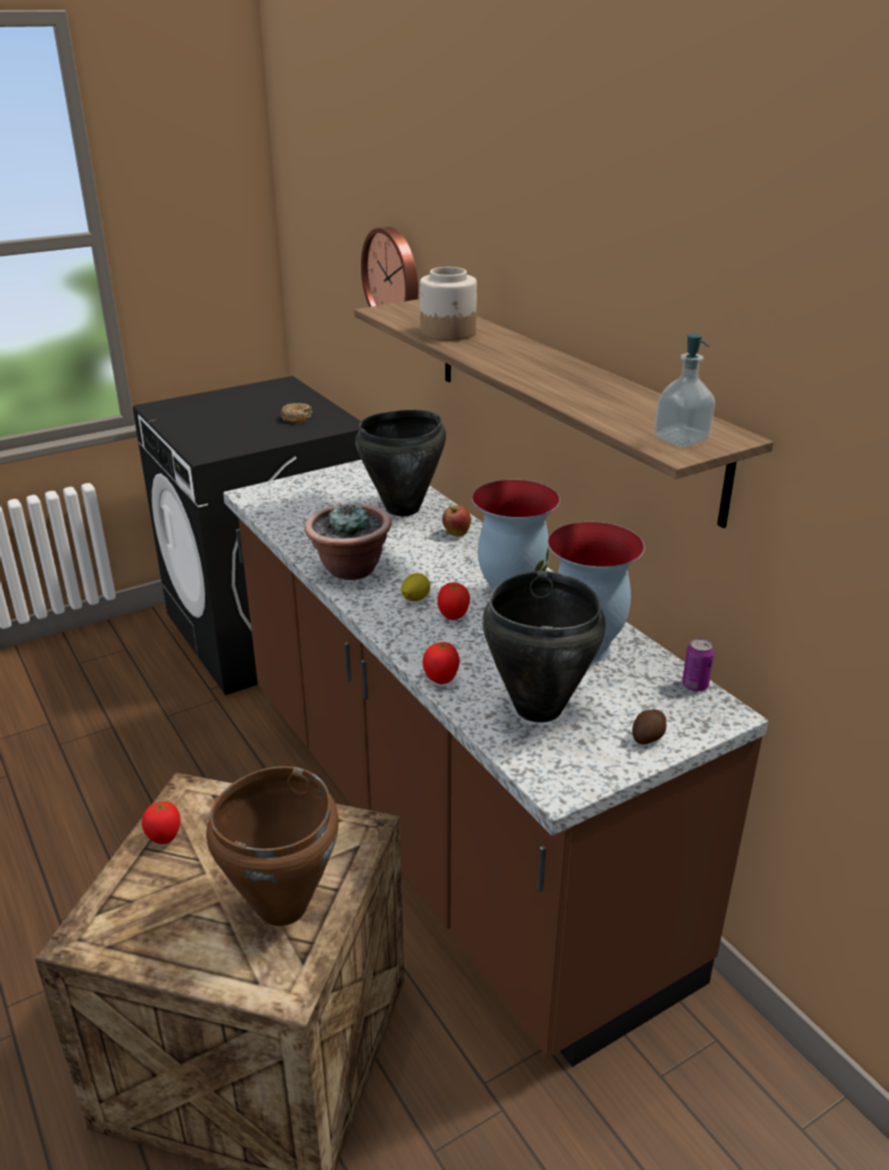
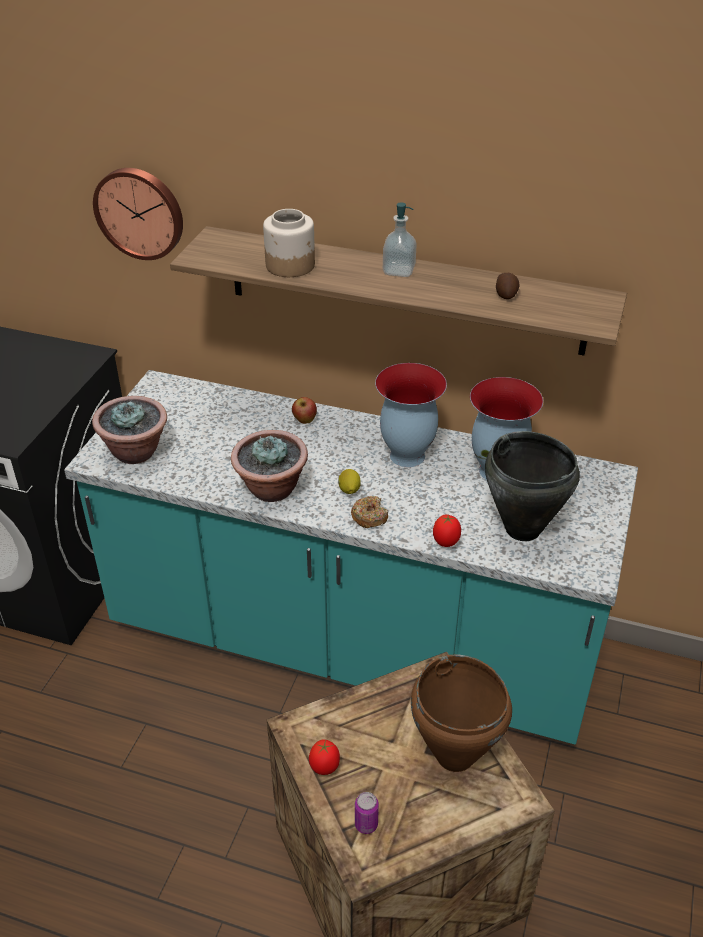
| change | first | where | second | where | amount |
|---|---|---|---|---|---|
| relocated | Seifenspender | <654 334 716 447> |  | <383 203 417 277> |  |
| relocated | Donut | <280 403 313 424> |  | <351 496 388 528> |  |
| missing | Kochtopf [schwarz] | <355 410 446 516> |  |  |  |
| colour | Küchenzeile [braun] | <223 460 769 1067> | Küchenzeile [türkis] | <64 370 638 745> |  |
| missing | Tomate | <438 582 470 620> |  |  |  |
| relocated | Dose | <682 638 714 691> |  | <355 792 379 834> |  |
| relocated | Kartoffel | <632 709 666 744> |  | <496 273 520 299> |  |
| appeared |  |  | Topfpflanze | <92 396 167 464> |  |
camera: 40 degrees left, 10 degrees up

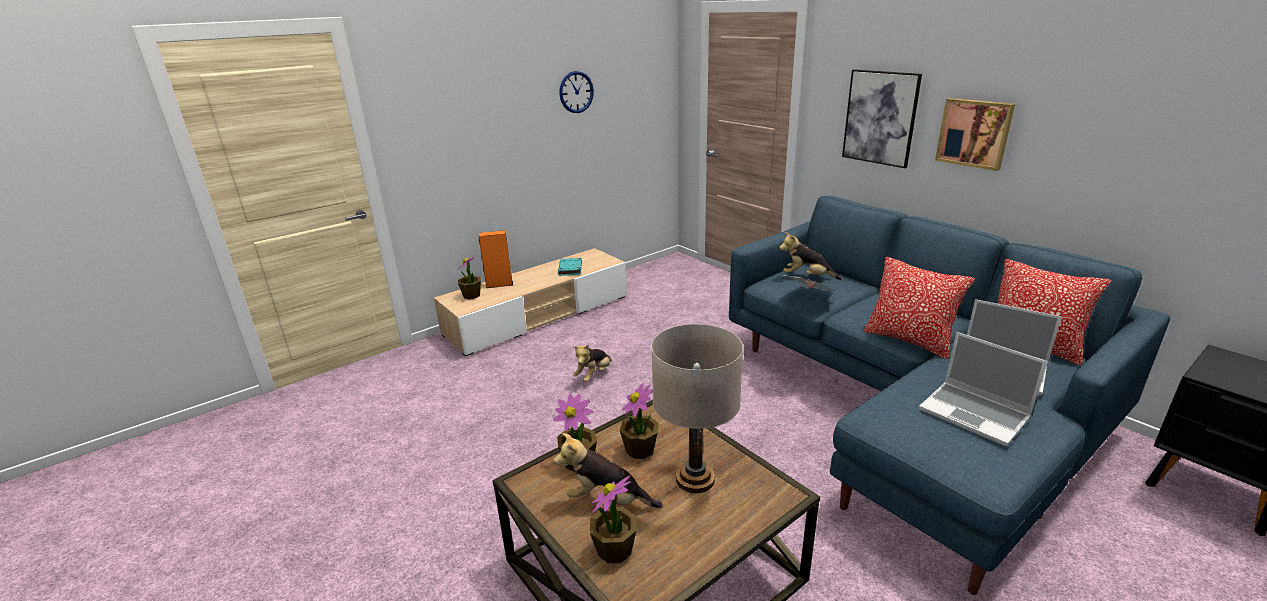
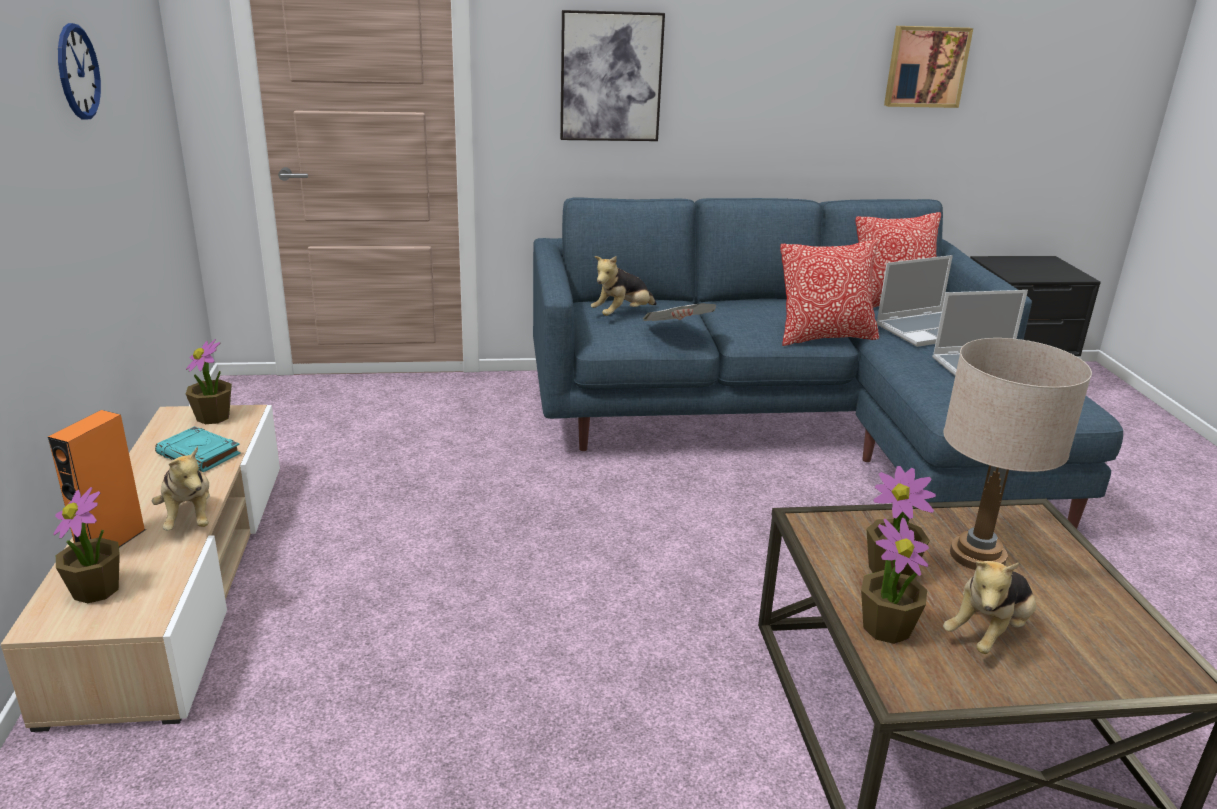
| change | first | where | second | where | amount |
|---|---|---|---|---|---|
| relocated | Bild | <935 98 1015 171> |  | <884 26 973 108> |  |
| relocated | Plüschtier | <573 345 612 382> |  | <152 446 210 531> |  |
| relocated | Topfpflanze | <590 476 636 563> |  | <186 339 232 424> |  |
camera: 60 degrees left, 0 degrees up

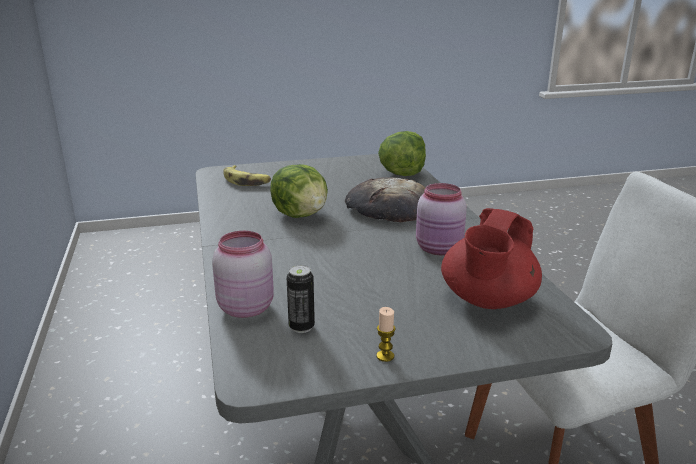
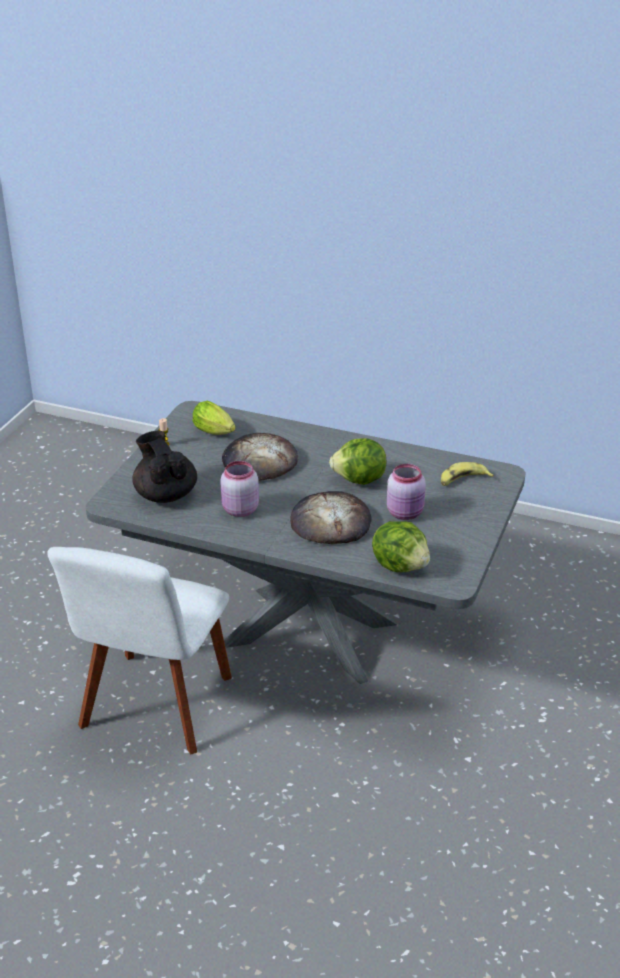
| change | first | where | second | where | amount |
|---|---|---|---|---|---|
| colour | Teekanne [rot] | <441 208 542 309> | Teekanne [schwarz] | <132 431 197 503> |  |
| relocated | Vorratsglas [rosa] | <212 231 274 318> |  | <387 464 426 520> |  |
| exchanged | Dose | <287 265 315 333> | Salatkopf | <193 401 236 435> |  |
| appeared |  |  | Brot | <222 433 298 481> |  |
camera: 125 degrees right, 10 degrees up

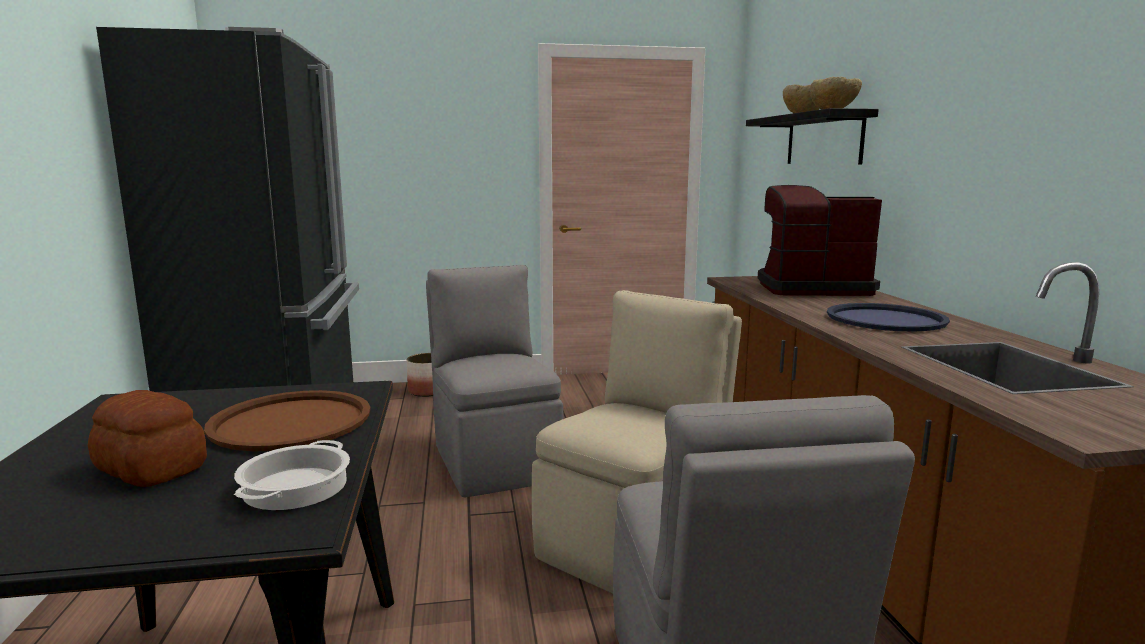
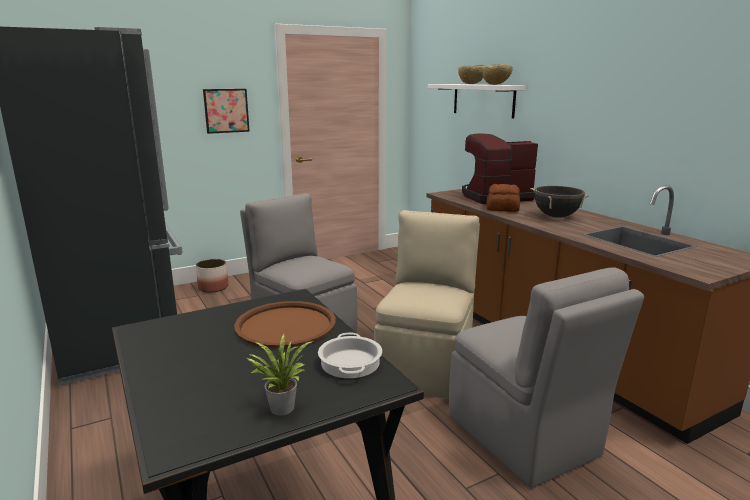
| change | first | where | second | where | amount |
|---|---|---|---|---|---|
| colour | Wandregal [schwarz] | <746 108 879 164> | Wandregal [weiß] | <428 84 525 119> |  |
| exchanged | Tablett [blau] | <827 303 950 331> | Kochtopf [schwarz] | <530 186 590 218> |  |
| relocated | Brot | <88 390 207 487> |  | <487 184 520 212> |  |
| appeared |  |  | Bild | <203 89 250 134> |  |
| appeared |  |  | Topfpflanze | <247 334 313 416> |  |
camera: 20 degrees left, 5 degrees up

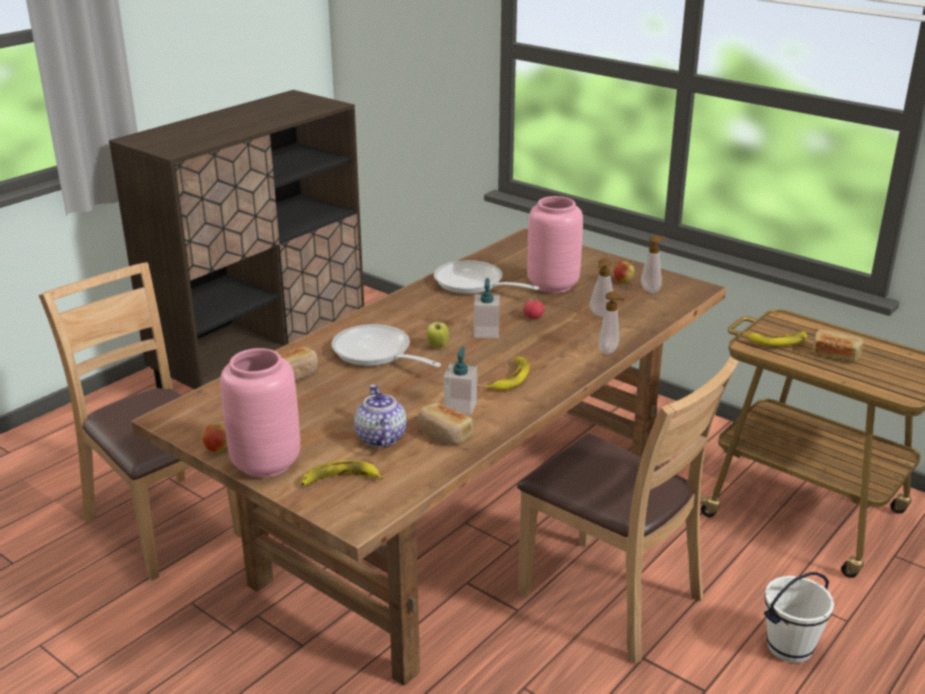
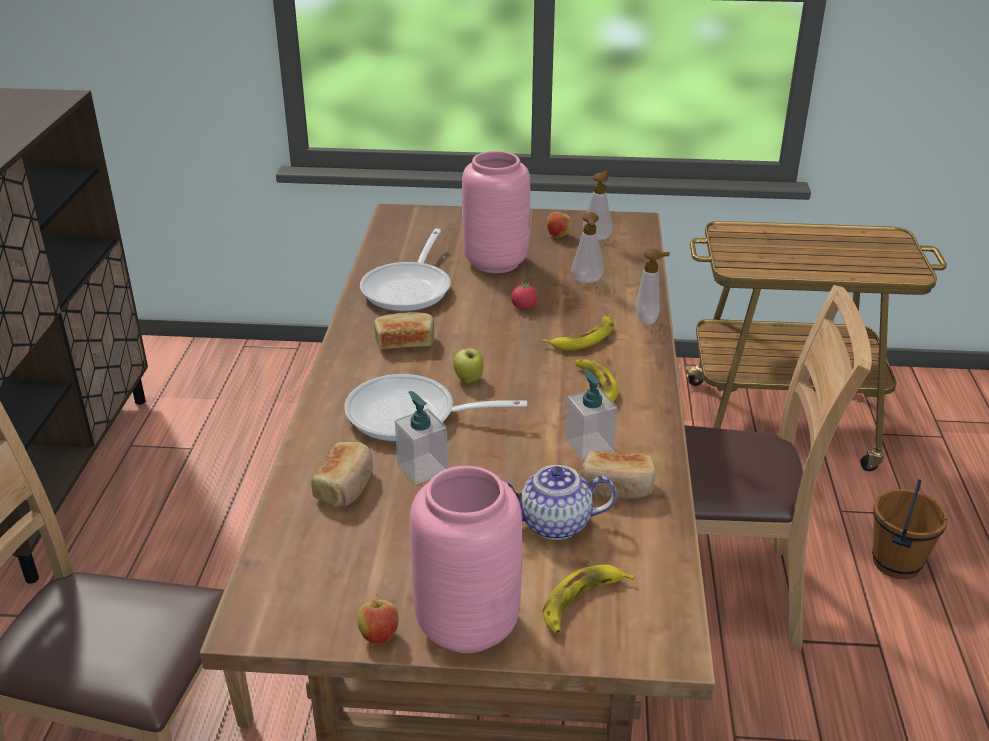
| change | first | where | second | where | amount |
|---|---|---|---|---|---|
| spun | Pfanne | <434 260 539 294> |  | <360 229 451 311> | 75 degrees counterclockwise |
| relocated | Seifenspender | <474 278 500 338> |  | <395 391 448 485> |  |
| relocated | Brot | <813 330 863 362> |  | <374 313 434 349> |  |
| relocated | Banane | <743 331 807 346> |  | <543 315 614 350> |  |
| spun | Teekanne | <354 384 407 448> |  | <503 465 617 540> | 45 degrees counterclockwise |
| colour | Eimer [weiß] | <764 572 834 663> | Eimer [braun] | <872 479 948 579> |  |
camera: 35 degrees left, 5 degrees up

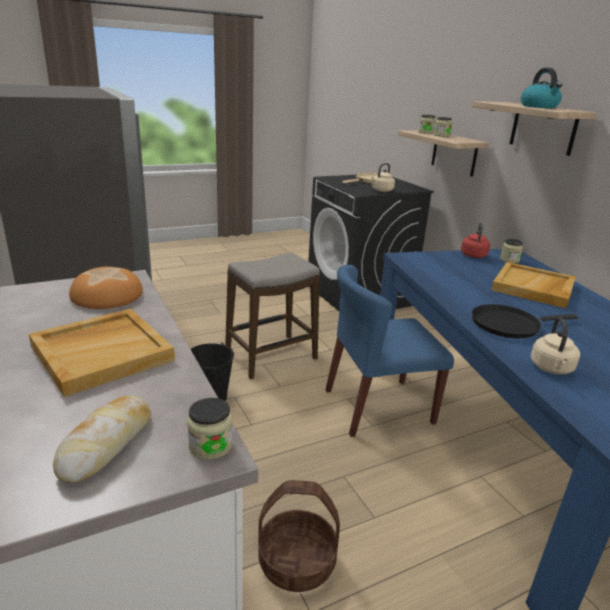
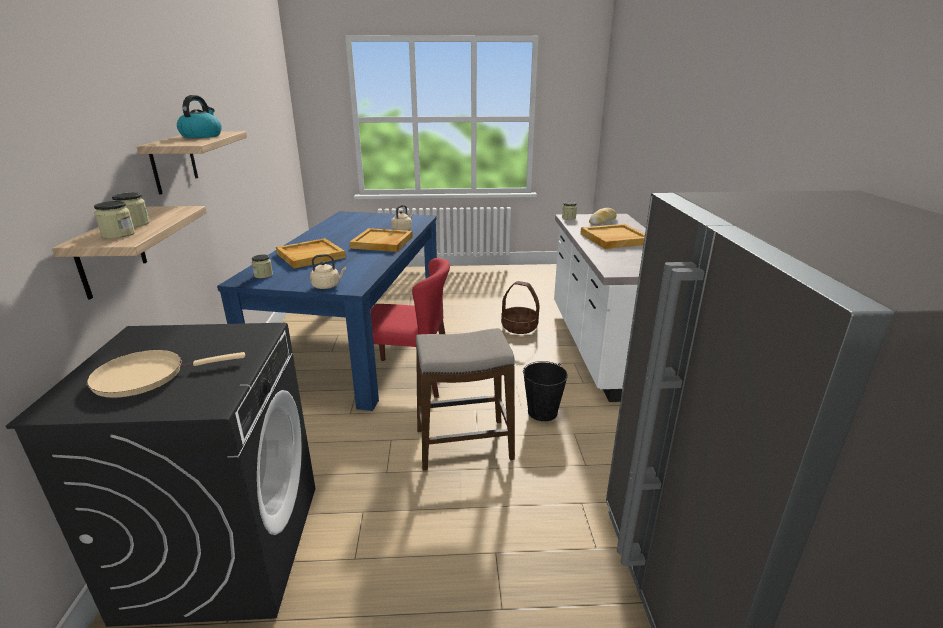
| change | first | where | second | where | amount |
|---|---|---|---|---|---|
| relocated | Wasserkessel [beige] | <371 163 395 192> |  | <310 254 346 289> |  |
| missing | Wasserkessel [rot] | <461 223 490 258> |  |  |  |
| colour | Stuhl [blau] | <326 265 454 437> | Stuhl [rot] | <371 258 450 398> |  |
| missing | Brot | <69 267 143 309> |  |  |  |
| exchanged | Pfanne [schwarz] | <472 304 578 338> | Tablett [beige] | <350 228 413 252> |  |
camera: 155 degrees left, 0 degrees up

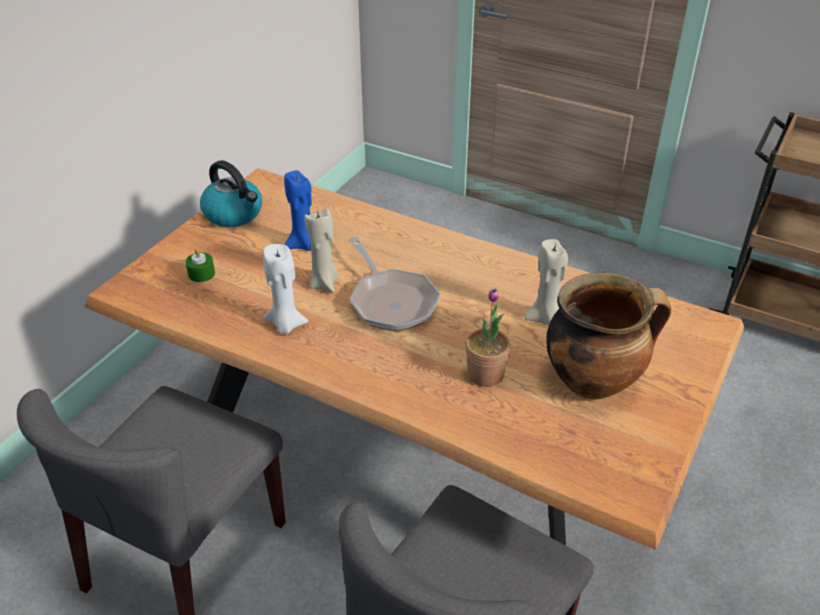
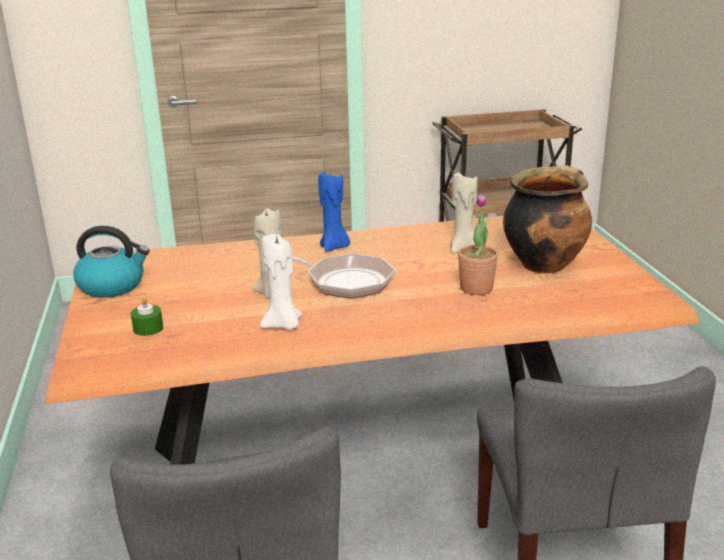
| change | first | where | second | where | amount |
|---|---|---|---|---|---|
| relocated | Kerze [blau] | <284 170 312 251> |  | <318 170 350 252> |  |
camera: 40 degrees left, 15 degrees down

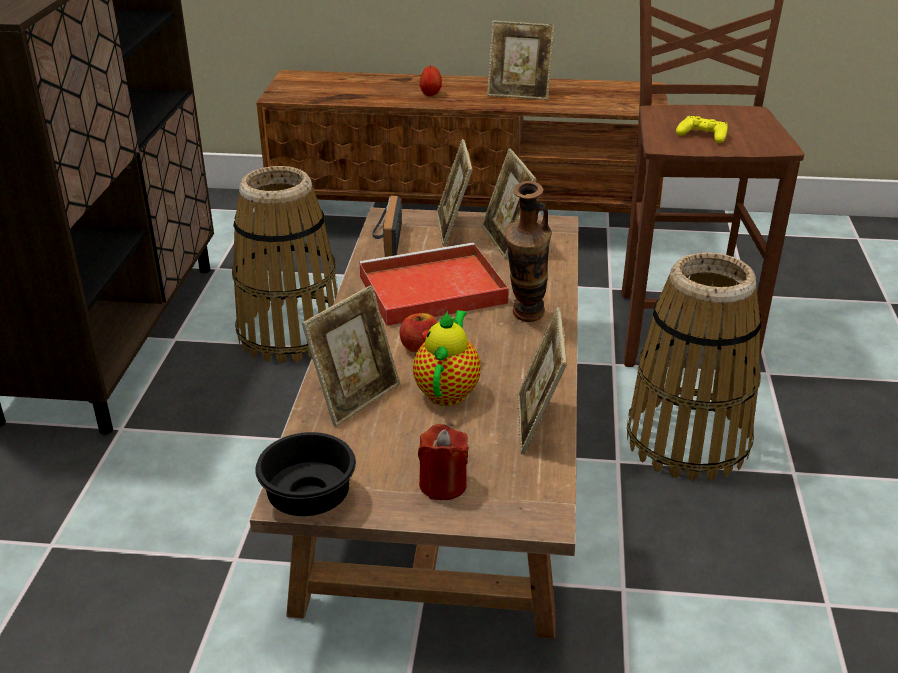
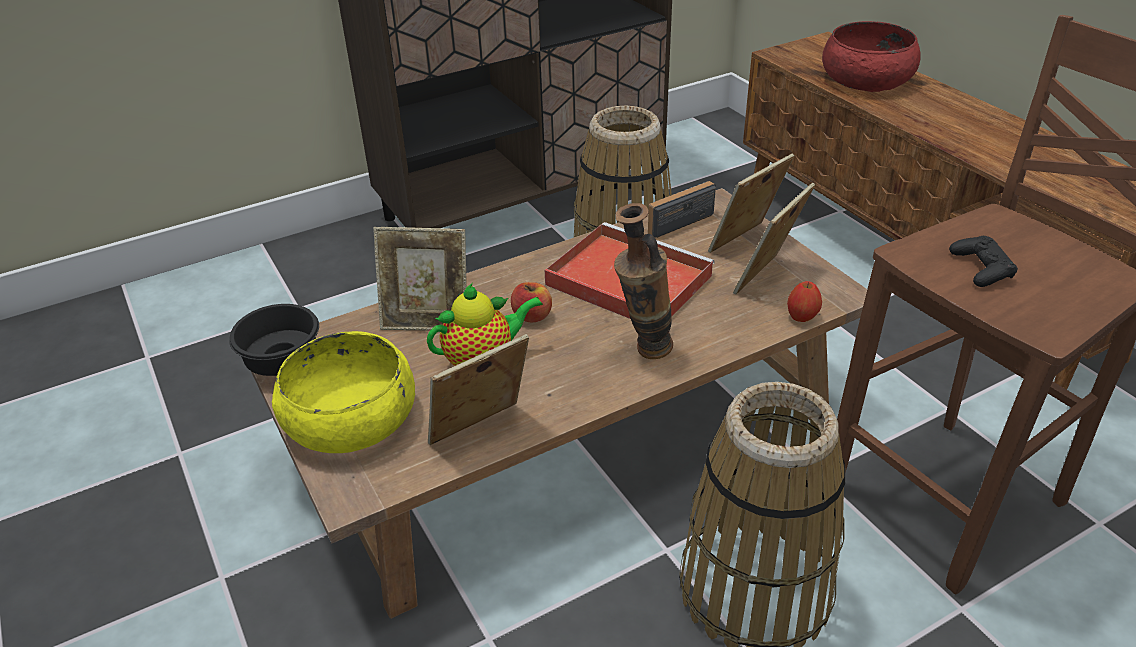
| change | first | where | second | where | amount |
|---|---|---|---|---|---|
| missing | Bilderrahmen | <487 20 555 100> |  |  |  |
| relocated | Apfel | <419 66 442 96> |  | <787 281 822 322> |  |
| colour | Gamepad [gelb] | <676 116 728 143> | Gamepad [schwarz] | <949 236 1018 287> |  |
| exchanged | Kerze [rot] | <418 424 469 500> | Schüssel [gelb] | <272 331 415 453> |  |
| appeared |  |  | Schüssel [rot] | <822 21 921 92> |  |
camera: 55 degrees right, 5 degrees up

